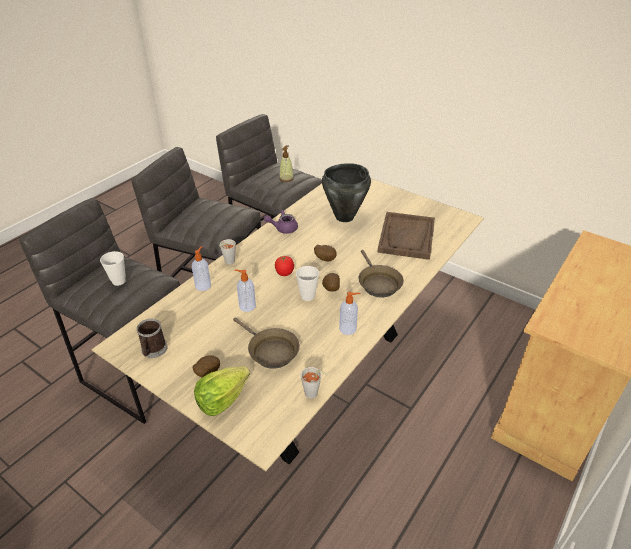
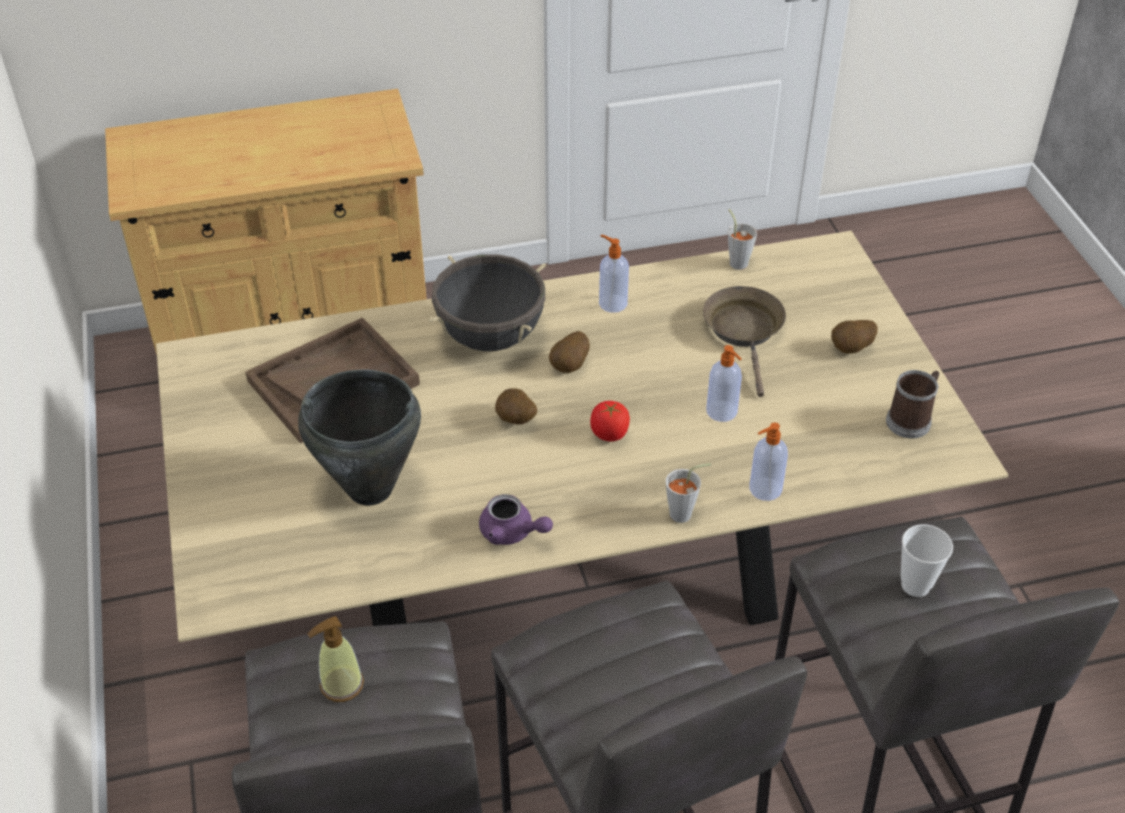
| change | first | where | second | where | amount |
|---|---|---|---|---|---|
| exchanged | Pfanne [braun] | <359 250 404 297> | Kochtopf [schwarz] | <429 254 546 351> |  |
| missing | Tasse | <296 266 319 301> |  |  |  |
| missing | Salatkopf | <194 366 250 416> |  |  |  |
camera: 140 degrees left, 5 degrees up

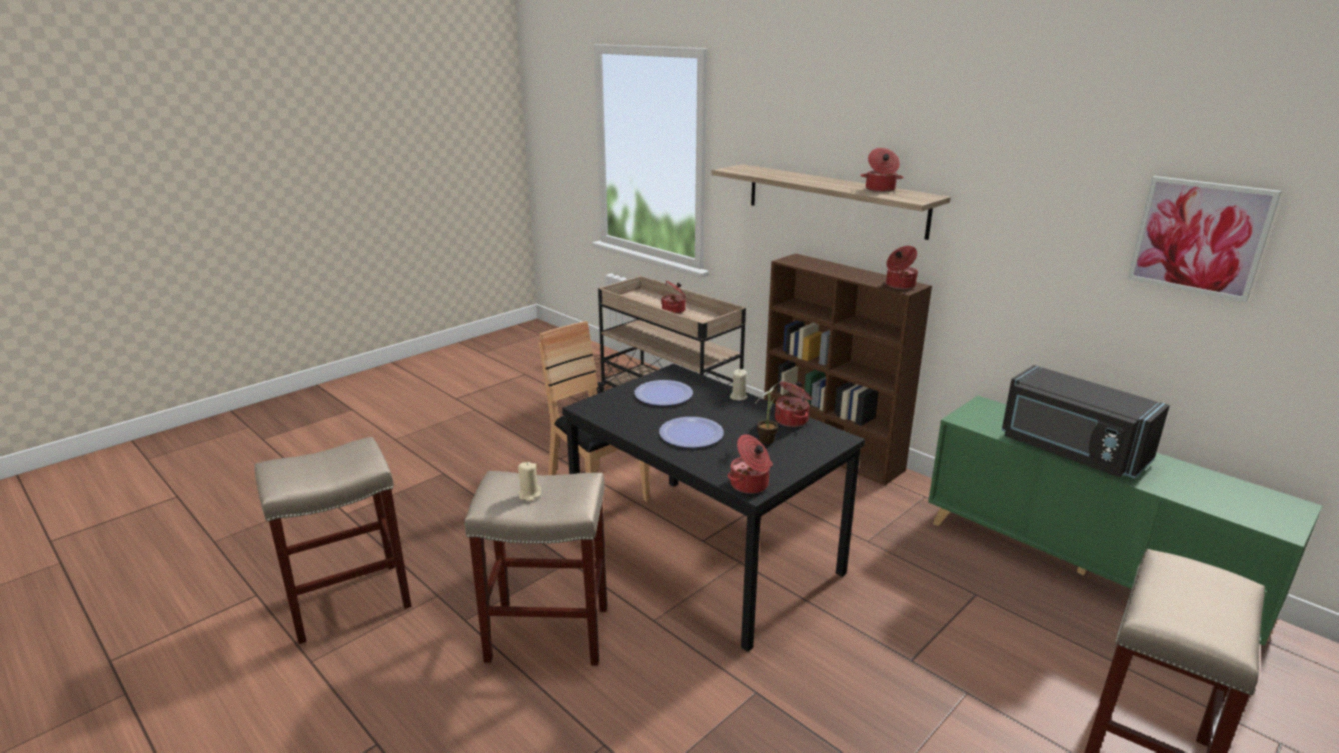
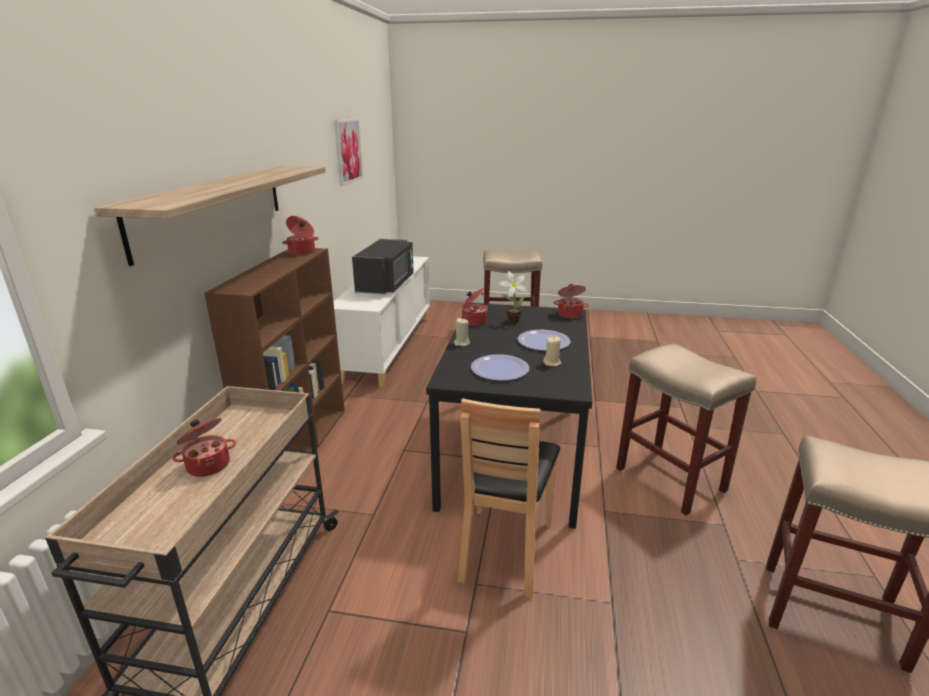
| change | first | where | second | where | amount |
|---|---|---|---|---|---|
| missing | Kochtopf | <860 148 903 192> |  |  |  |
| colour | Schrank [grün] | <928 395 1322 646> | Schrank [weiß] | <333 256 430 387> |  |
| relocated | Kerze [beige] | <518 462 541 502> |  | <543 336 561 366> |  |
camera: 125 degrees left, 0 degrees up

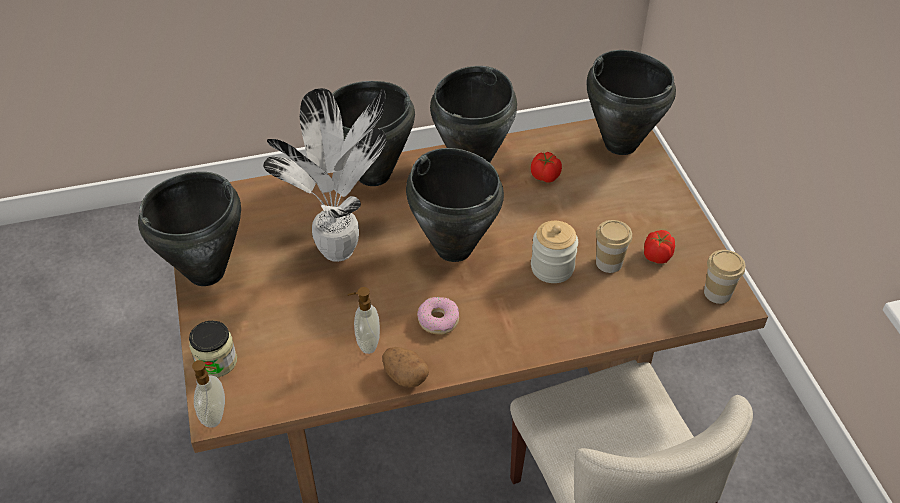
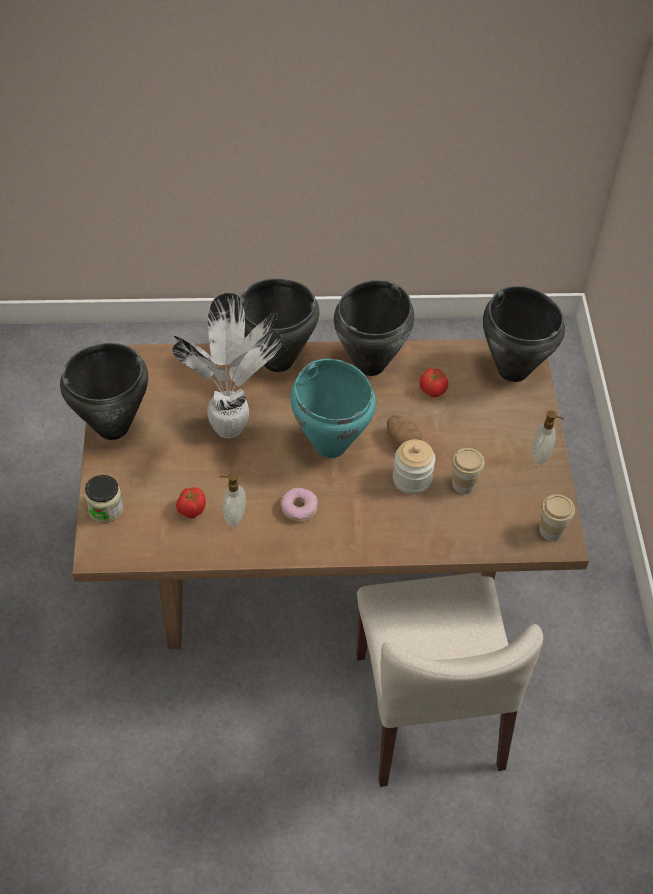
| change | first | where | second | where | amount |
|---|---|---|---|---|---|
| colour | Kochtopf [schwarz] | <406 148 504 262> | Kochtopf [türkis] | <290 359 376 458> |  |
| relocated | Tomate | <644 230 675 264> |  | <176 487 206 518> |  |
| relocated | Kartoffel | <382 347 429 388> |  | <387 415 422 447> |  |
| relocated | Seifenspender | <192 360 225 428> |  | <532 410 564 464> |  |
camera: 10 degrees right, 5 degrees up

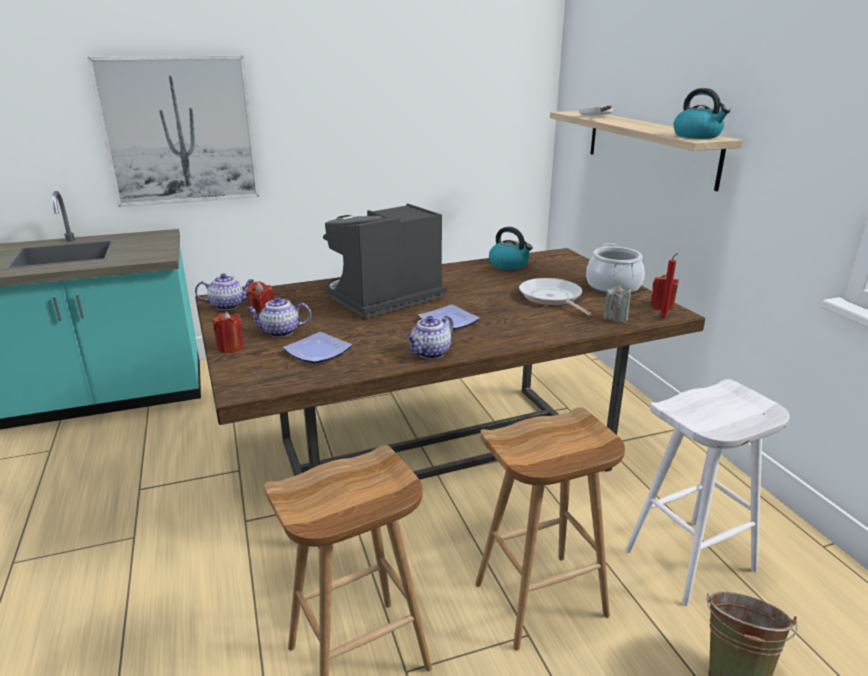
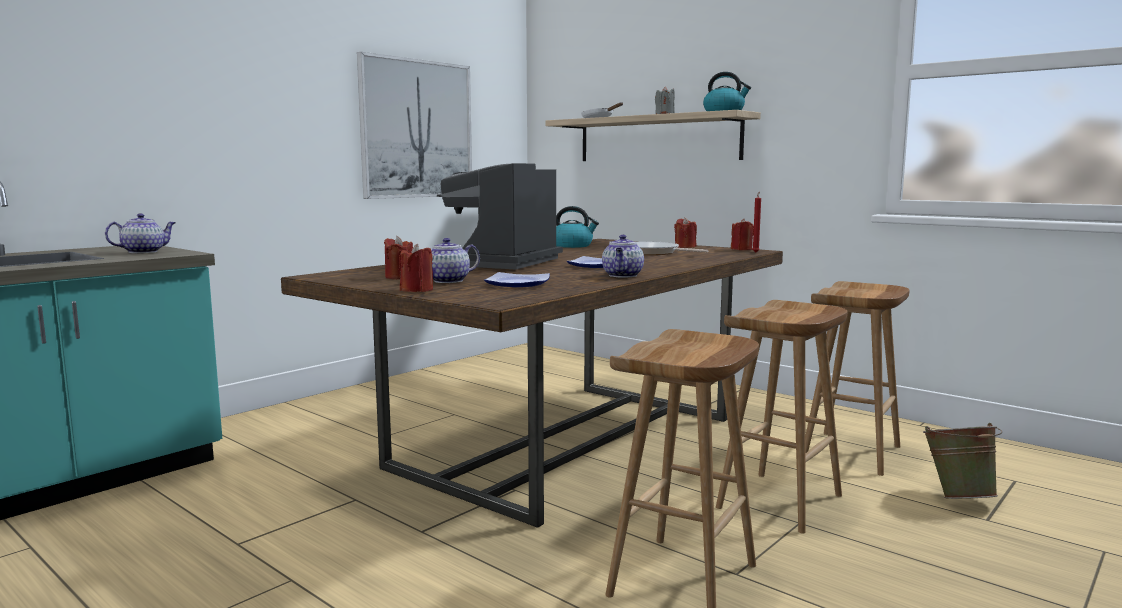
| change | first | where | second | where | amount |
|---|---|---|---|---|---|
| relocated | Bild | <88 56 260 207> |  | <357 52 472 199> |  |
| exchanged | Kochtopf | <586 243 645 293> | Kerze [rot] | <674 217 697 248> |  |
| relocated | Teekanne | <195 274 254 310> |  | <105 213 176 253> |  |
| relocated | Kerze [grau] | <603 285 632 323> |  | <655 86 675 114> |  |
| colour | Hocker [weiß] | <625 379 790 606> | Hocker [braun] | <805 281 910 476> |  |
camera: 30 degrees left, 15 degrees down

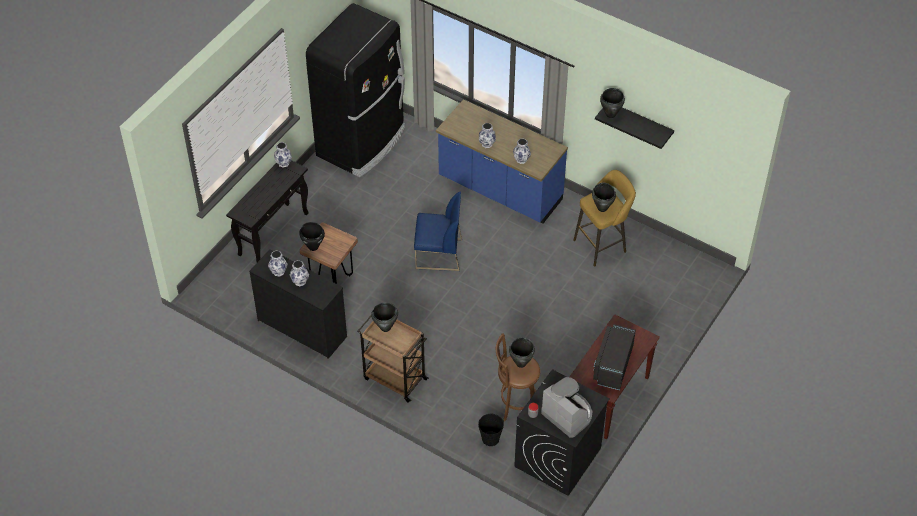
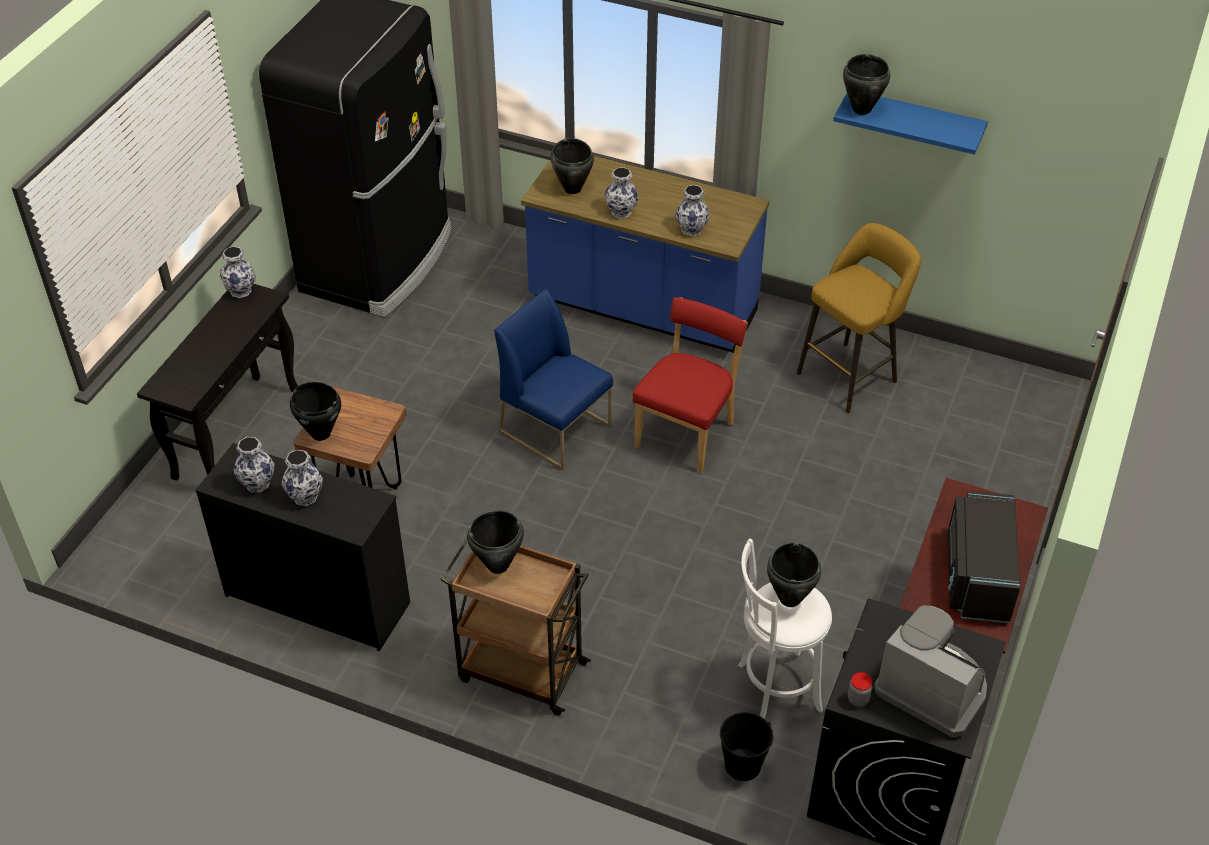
| change | first | where | second | where | amount |
|---|---|---|---|---|---|
| colour | Wandregal [schwarz] | <595 107 674 149> | Wandregal [blau] | <833 93 988 155> |  |
| relocated | Kochtopf [schwarz] | <592 183 616 212> |  | <550 138 594 194> |  |
| spun | Stuhl [blau] | <414 191 462 271> |  | <494 288 613 470> | 135 degrees counterclockwise |
| colour | Hocker [braun] | <496 333 540 421> | Hocker [weiß] | <738 538 832 719> |  |
| appeared |  |  | Stuhl [rot] | <633 297 748 473> |  |
camera: 10 degrees left, 5 degrees down

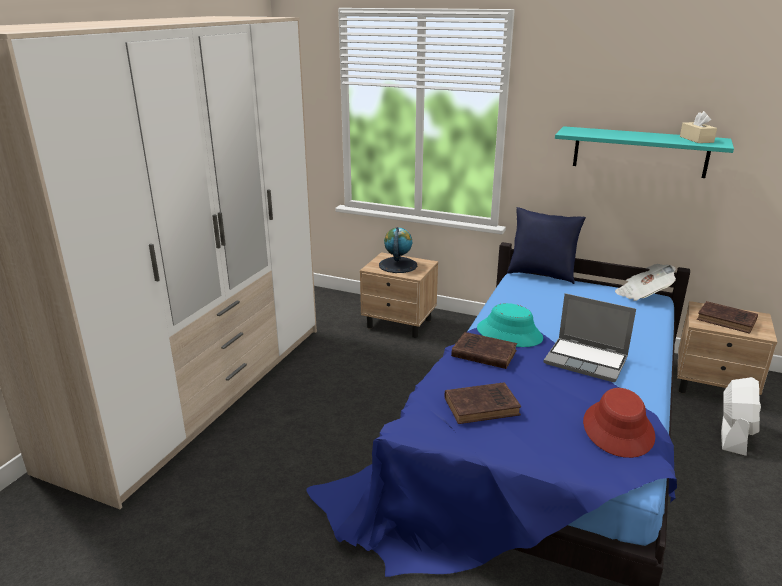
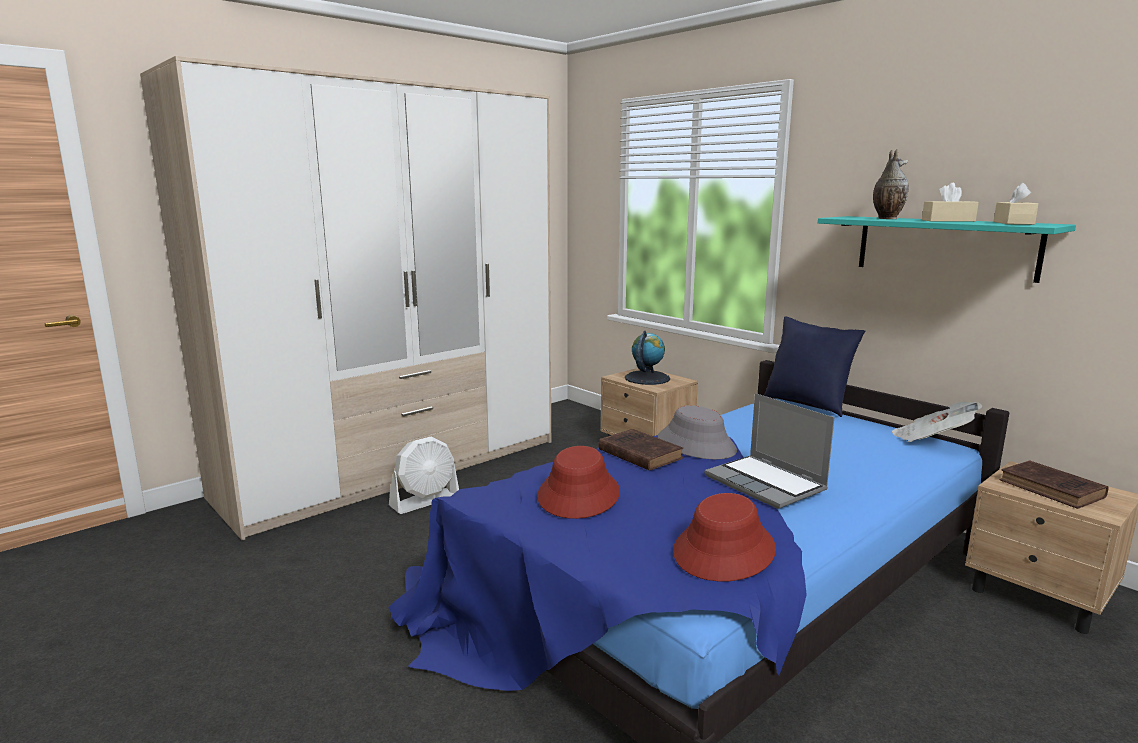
| change | first | where | second | where | amount |
|---|---|---|---|---|---|
| colour | Hut [türkis] | <477 303 543 347> | Hut [grau] | <658 405 737 459> |  |
| relocated | Ventilator [weiß] | <721 377 761 456> |  | <389 437 459 514> |  |
| exchanged | Buch [braun] | <445 382 521 424> | Hut [rot] | <537 446 620 519> |  |
| appeared |  |  | Vase | <873 149 909 219> |  |
| appeared |  |  | Taschentuchbox [beige] | <922 183 979 222> |  |
camera: 25 degrees right, 10 degrees down

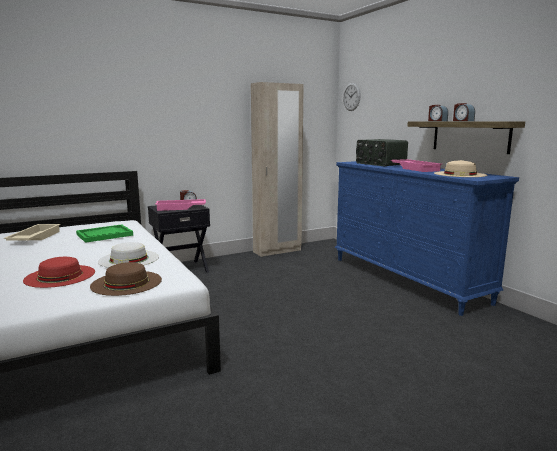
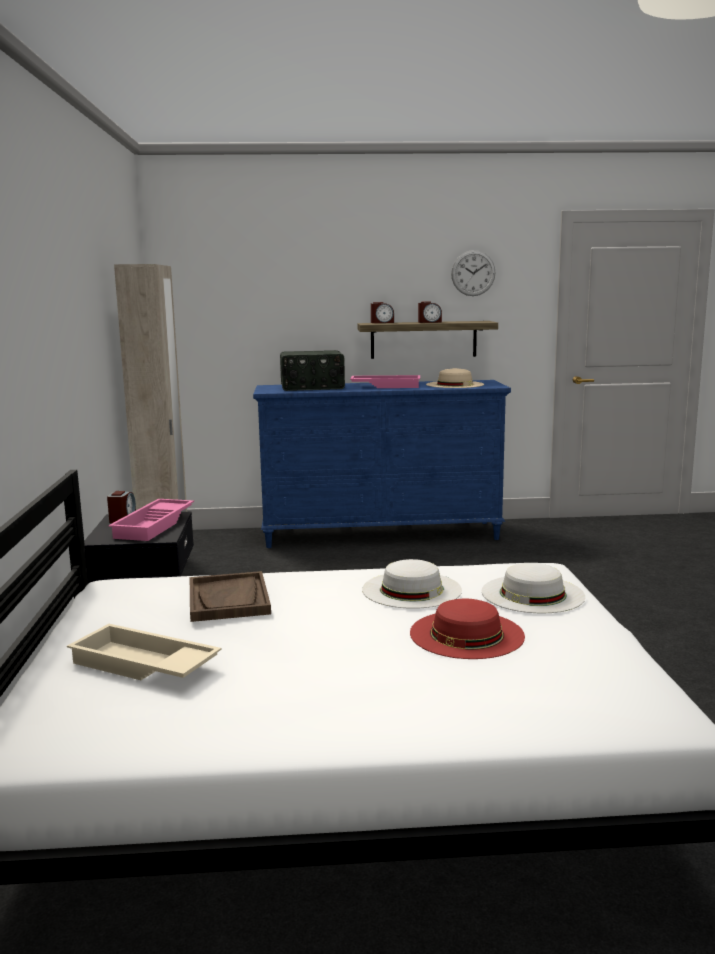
| change | first | where | second | where | amount |
|---|---|---|---|---|---|
| relocated | Wanduhr | <343 83 361 111> |  | <451 250 495 296> |  |
| colour | Tablett [grün] | <76 224 133 243> | Tablett [braun] | <190 571 271 622> |  |
| colour | Hut [braun] | <90 262 162 296> | Hut [weiß] | <482 563 585 613> |  |
camera: 65 degrees left, 0 degrees up

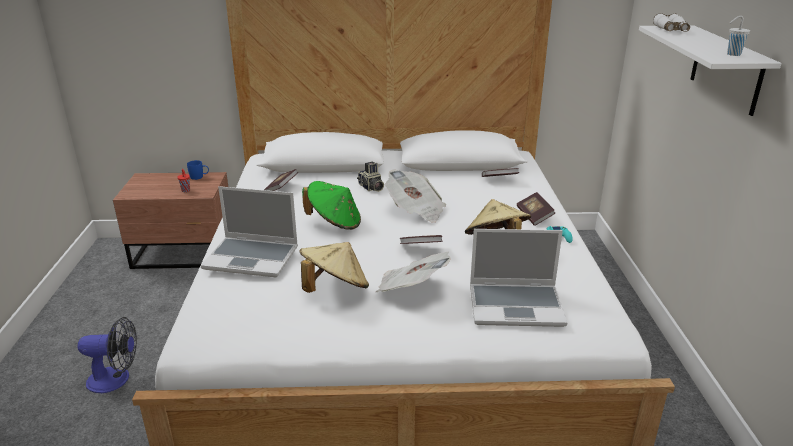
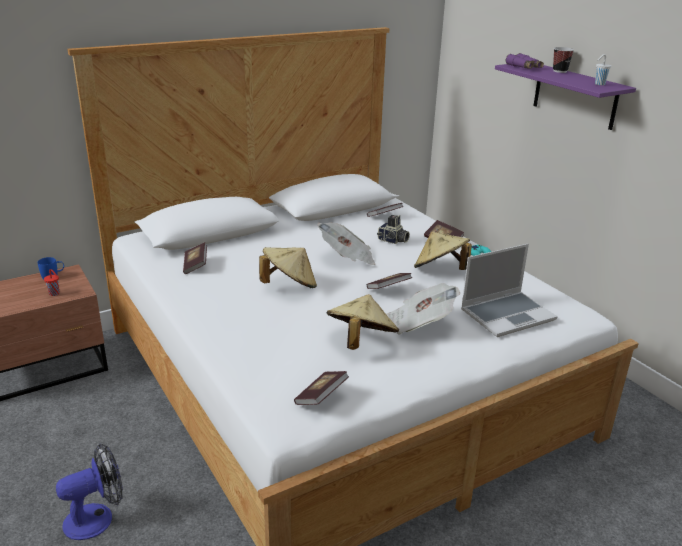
| change | first | where | second | where | amount |
|---|---|---|---|---|---|
| colour | Fernglas [weiß] | <653 13 690 32> | Fernglas [lila] | <506 53 544 69> |  |
| colour | Wandregal [weiß] | <639 25 781 116> | Wandregal [lila] | <495 64 636 130> |  |
| relocated | Kamera | <357 161 384 192> |  | <377 215 410 244> |  |
| colour | Hut [grün] | <302 181 361 230> | Hut [beige] | <259 247 317 288> |  |
| missing | Laptop | <200 186 298 277> |  |  |  |
| appeared |  |  | Tasse | <553 47 574 73> |  |
| appeared |  |  | Buch | <294 371 349 405> |  |
camera: 30 degrees left, 0 degrees up

